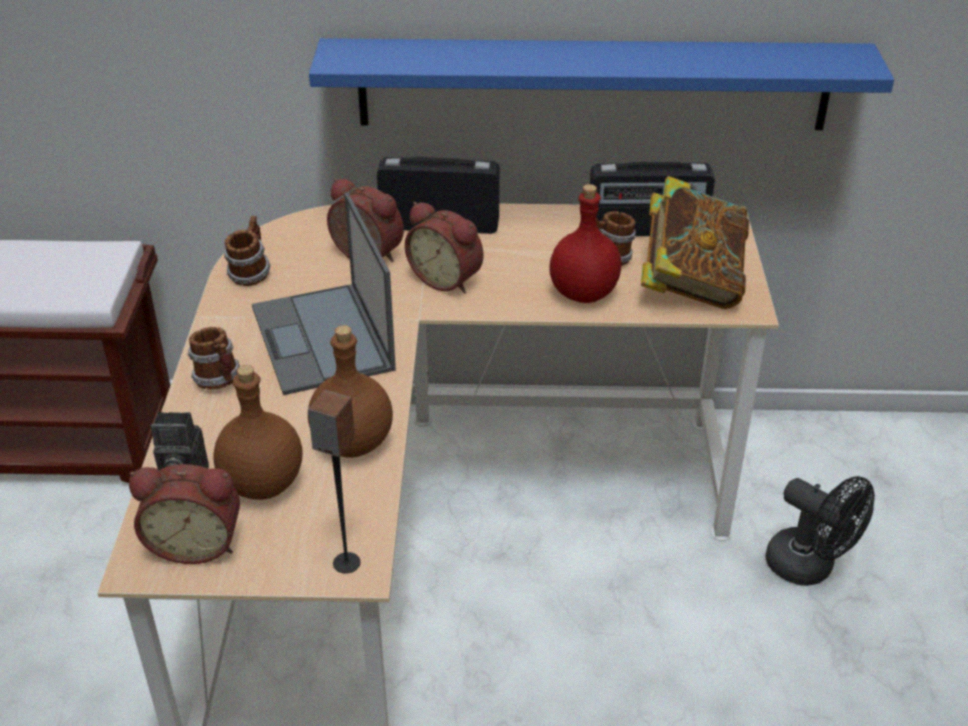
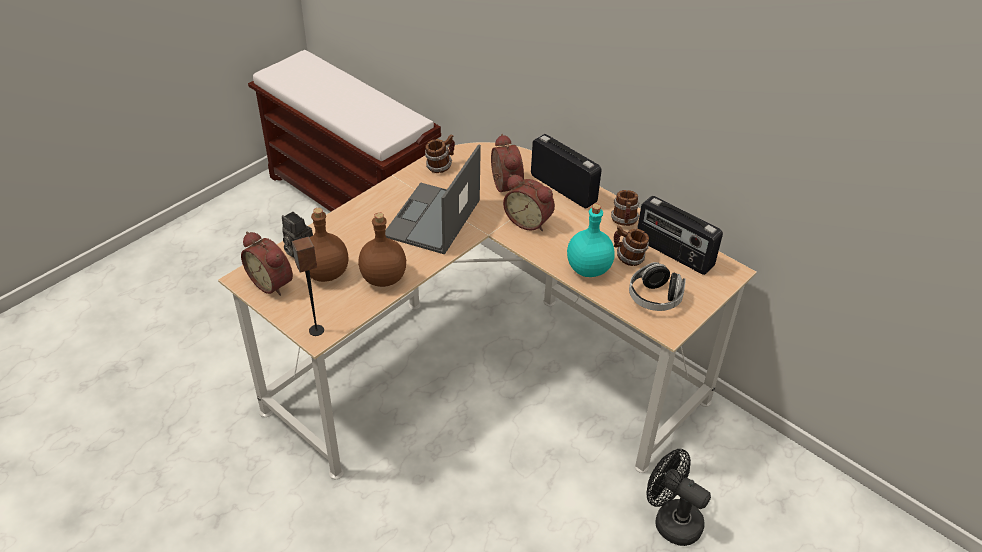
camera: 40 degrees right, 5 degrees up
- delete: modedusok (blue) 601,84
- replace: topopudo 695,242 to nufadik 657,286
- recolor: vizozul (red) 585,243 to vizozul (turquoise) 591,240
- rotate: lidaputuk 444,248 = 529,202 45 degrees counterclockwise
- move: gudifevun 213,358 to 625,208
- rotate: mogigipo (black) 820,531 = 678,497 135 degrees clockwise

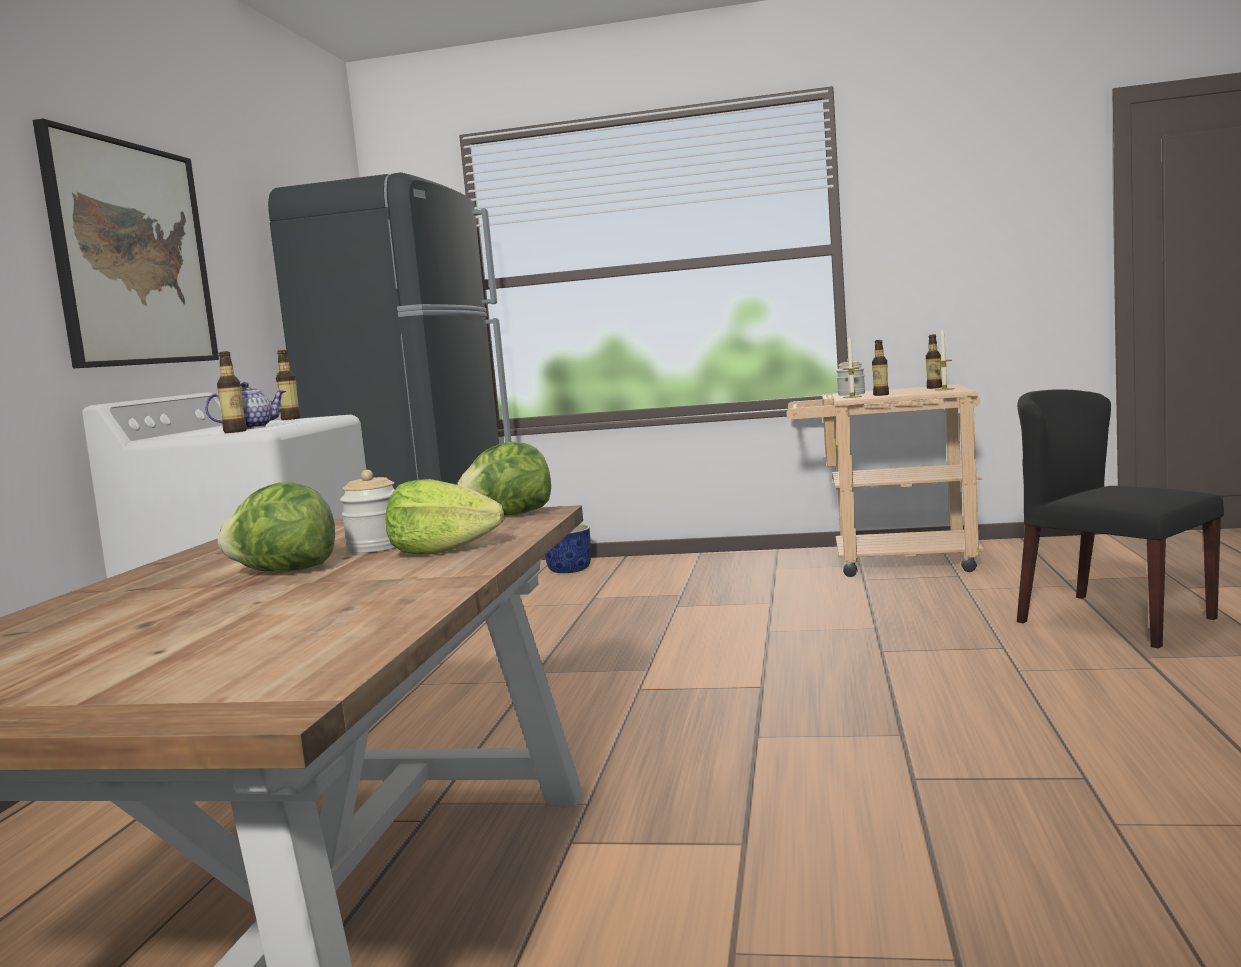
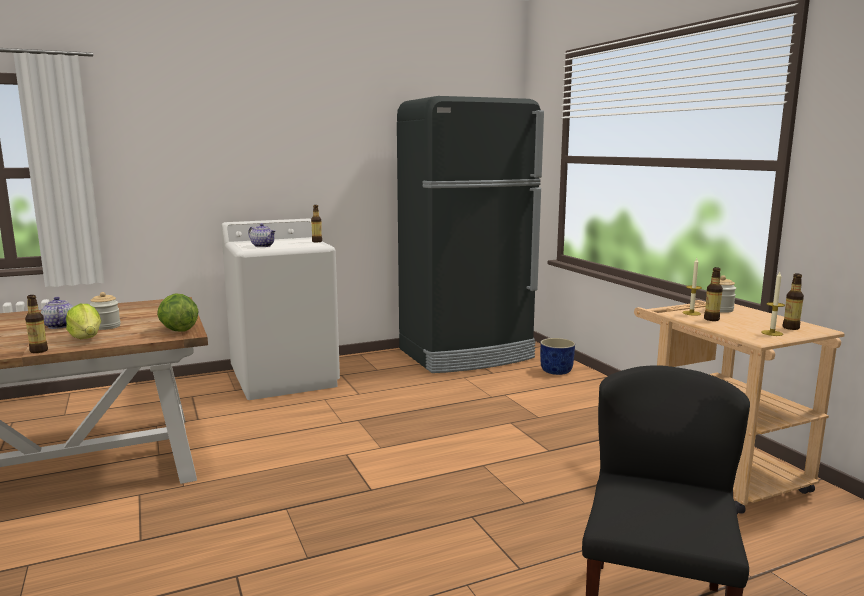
camera: 55 degrees right, 5 degrees up
- delete: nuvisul 126,244
- move: vizozul 232,392 to 36,324
- replace: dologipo 276,527 to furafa 57,313

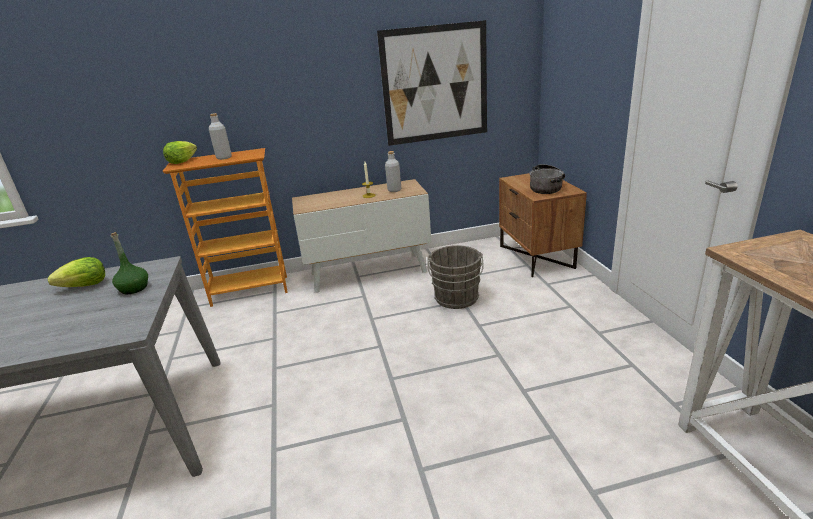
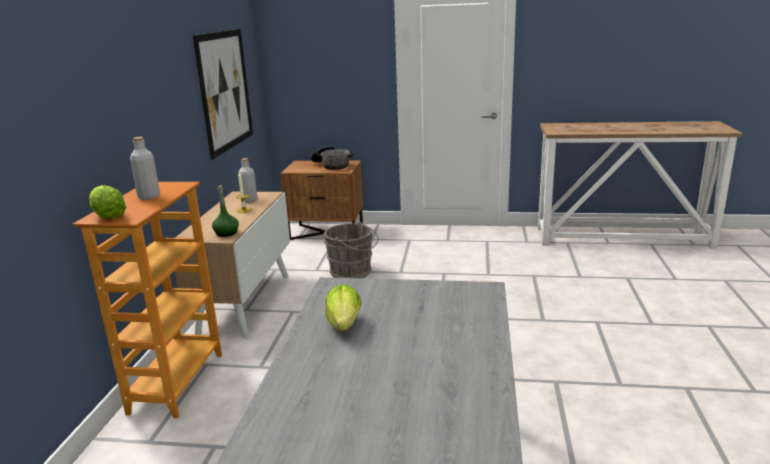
camera: 70 degrees left, 5 degrees down
- move: vizozul (green) 129,263 to 225,211

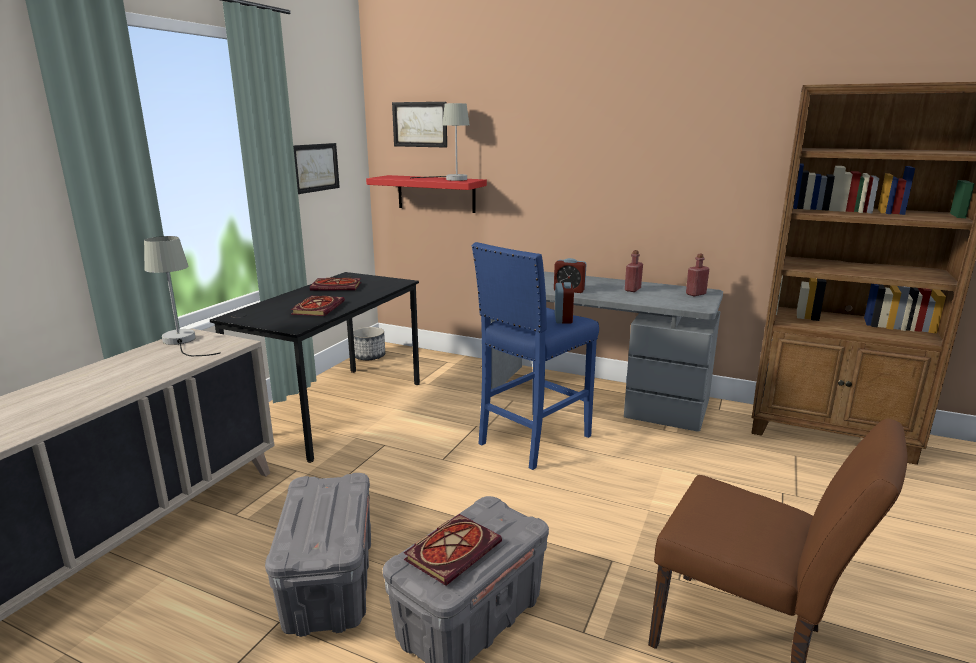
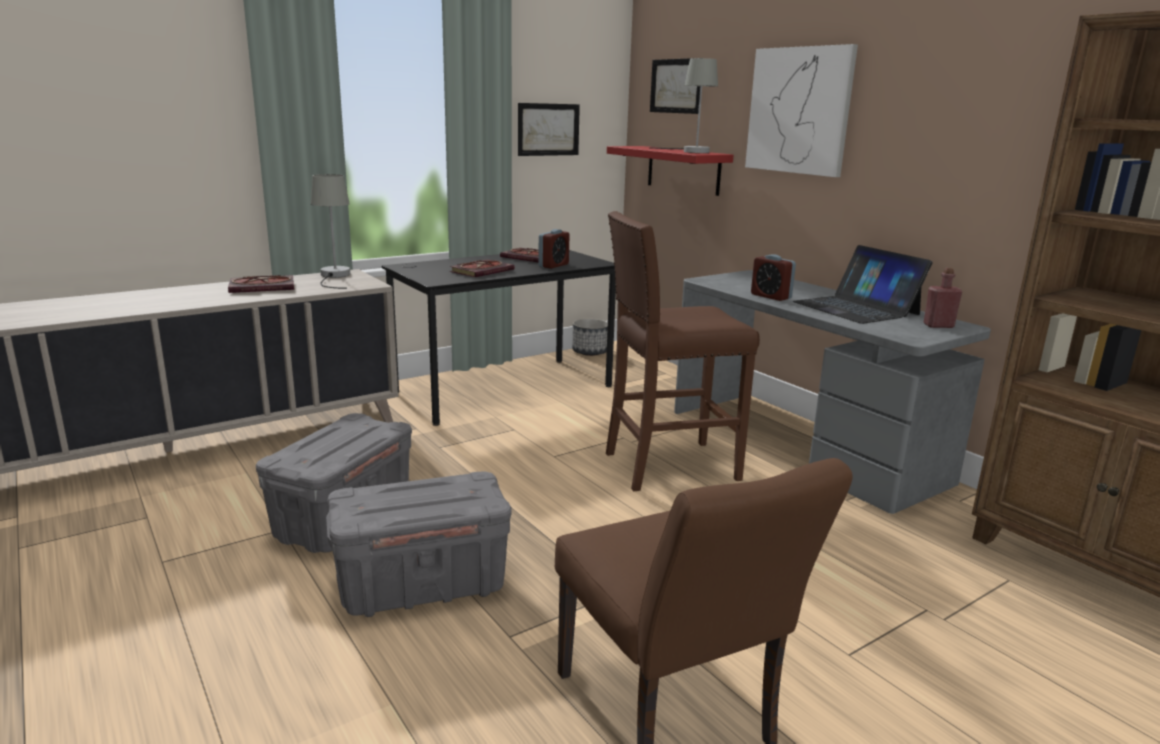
camera: 30 degrees right, 0 degrees up
- recolor: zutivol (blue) 535,356 to zutivol (brown) 683,351
- replace: vizozul (red) 634,271 to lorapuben 863,284
- move: lidaputuk 564,303 to 554,249
- move: topopudo 453,550 to 261,284
- insert: nuvisul 801,110

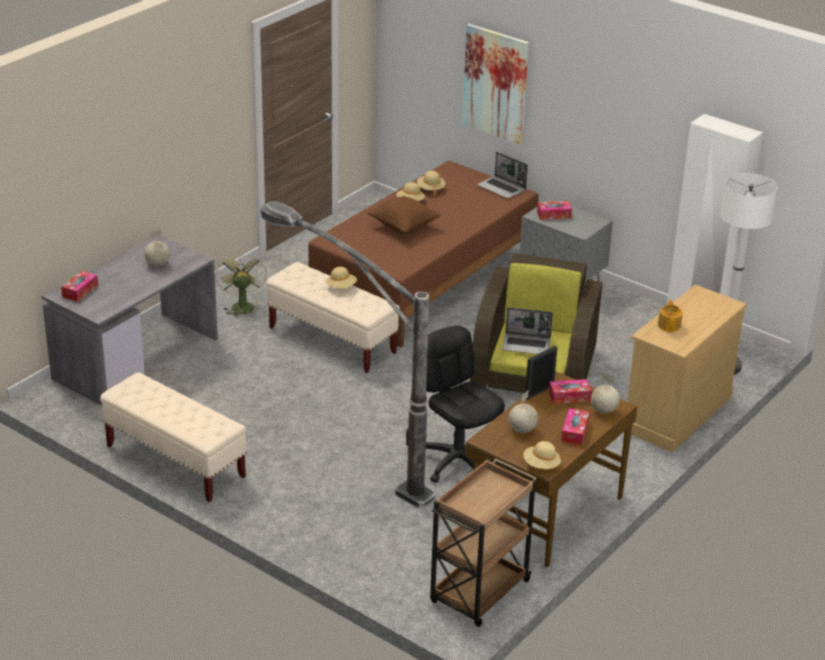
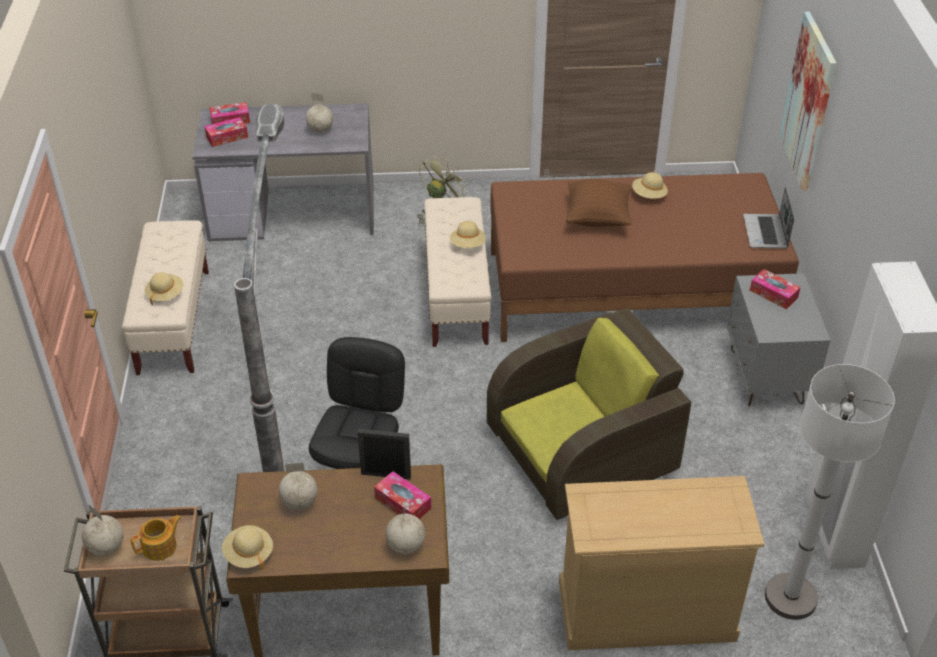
camera: 50 degrees right, 10 degrees up
- move: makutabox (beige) 431,183 to 164,288
- move: furafa 670,316 to 155,538
- delete: lorapuben 527,330
- move: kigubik 575,426 to 226,132
- insert: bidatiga 103,530

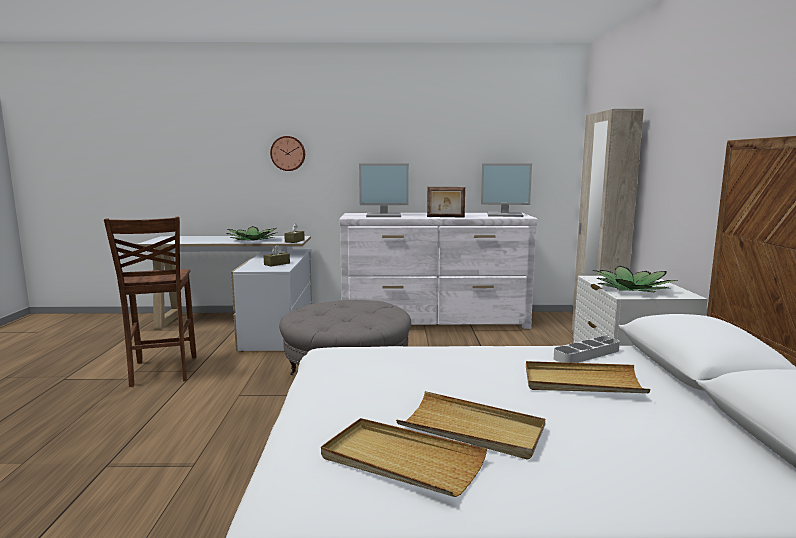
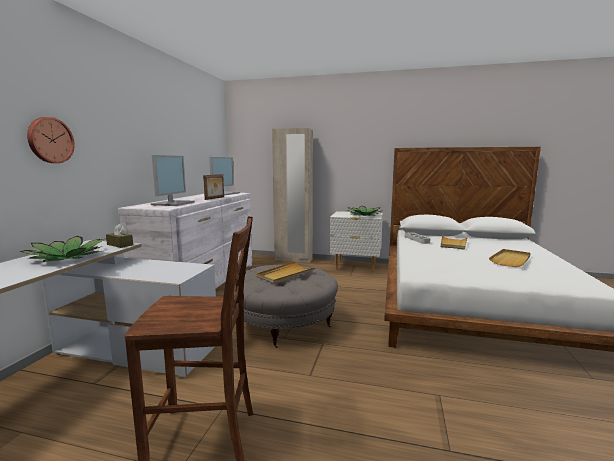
camera: 75 degrees left, 0 degrees up
- delete: kigubik (brown) 276,256
- move: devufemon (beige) 404,457 to 286,272

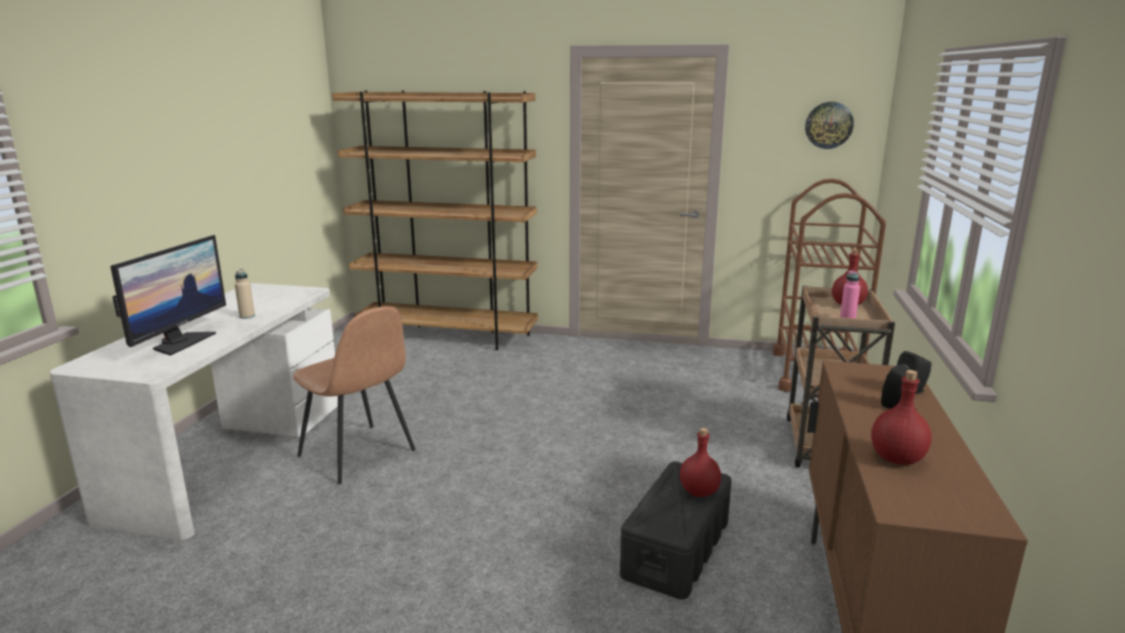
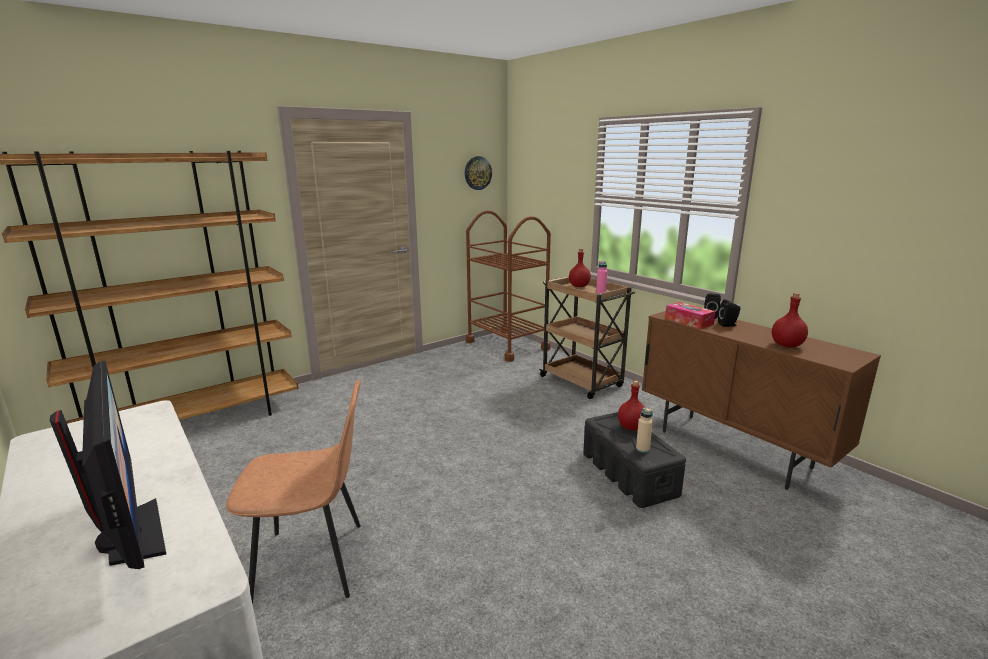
camera: 50 degrees left, 0 degrees up
- move: vizozul (beige) 245,294 to 644,430
- insert: kigubik 690,315

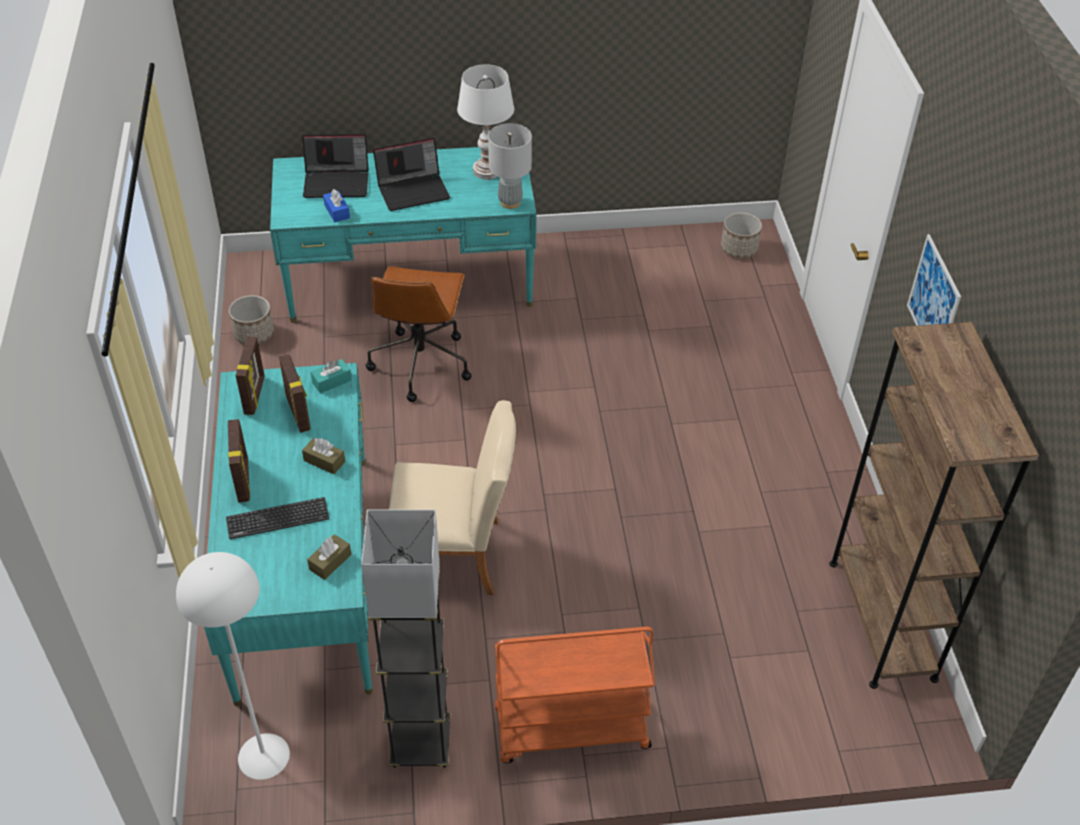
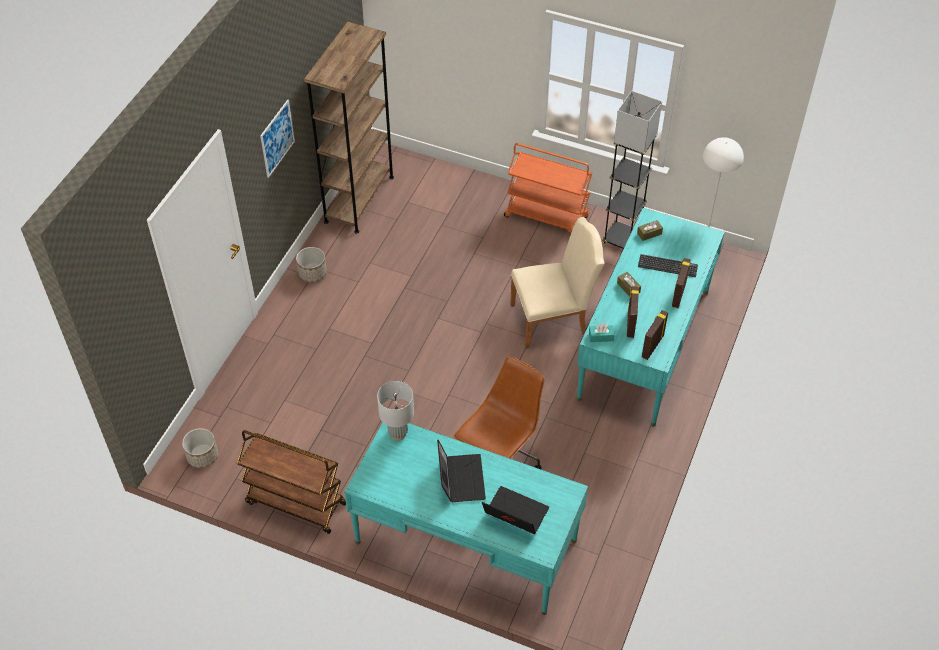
camera: 150 degrees left, 5 degrees up
- delete: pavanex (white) 485,122
- rotate: lorapuben 411,174 = 461,471 75 degrees clockwise
- delete: kigubik (blue) 336,205
- move: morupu 251,319 to 311,265
- rotate: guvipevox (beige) 452,497 = 557,283 135 degrees clockwise
- insert: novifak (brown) 291,482

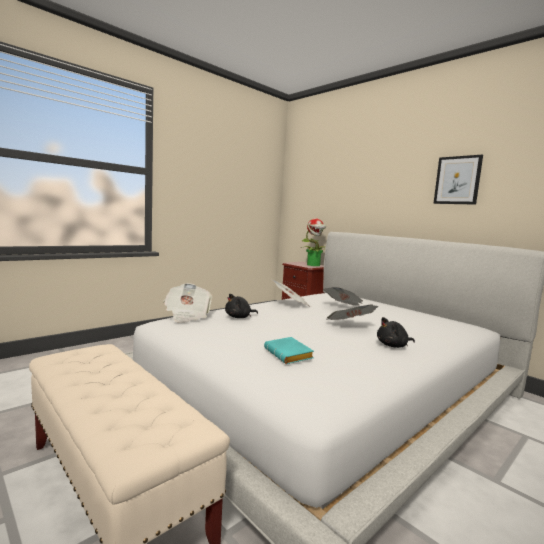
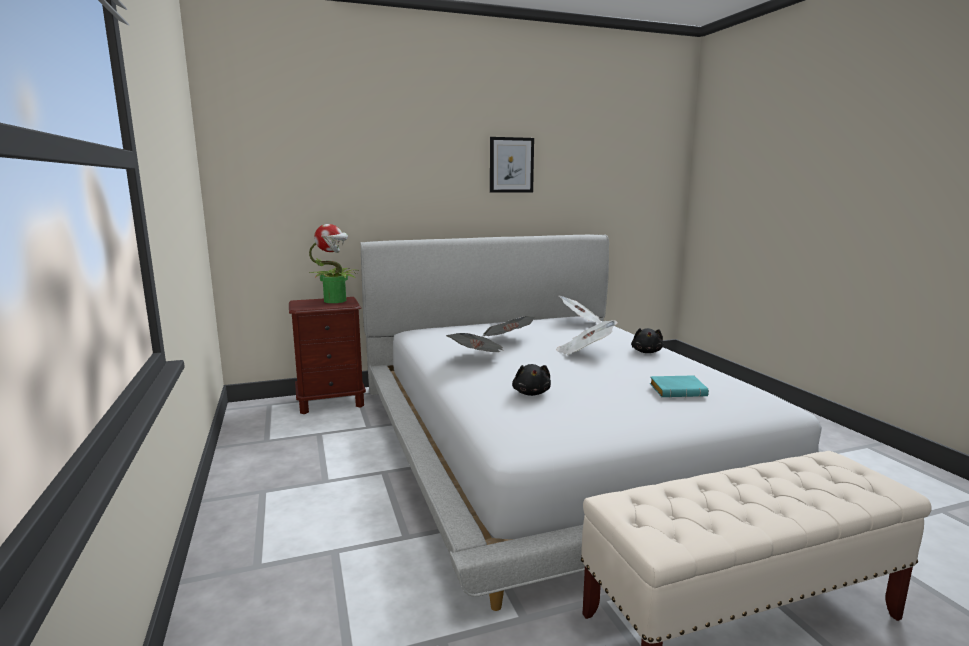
camera: 65 degrees left, 5 degrees up
- move: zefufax 188,303 to 579,309

